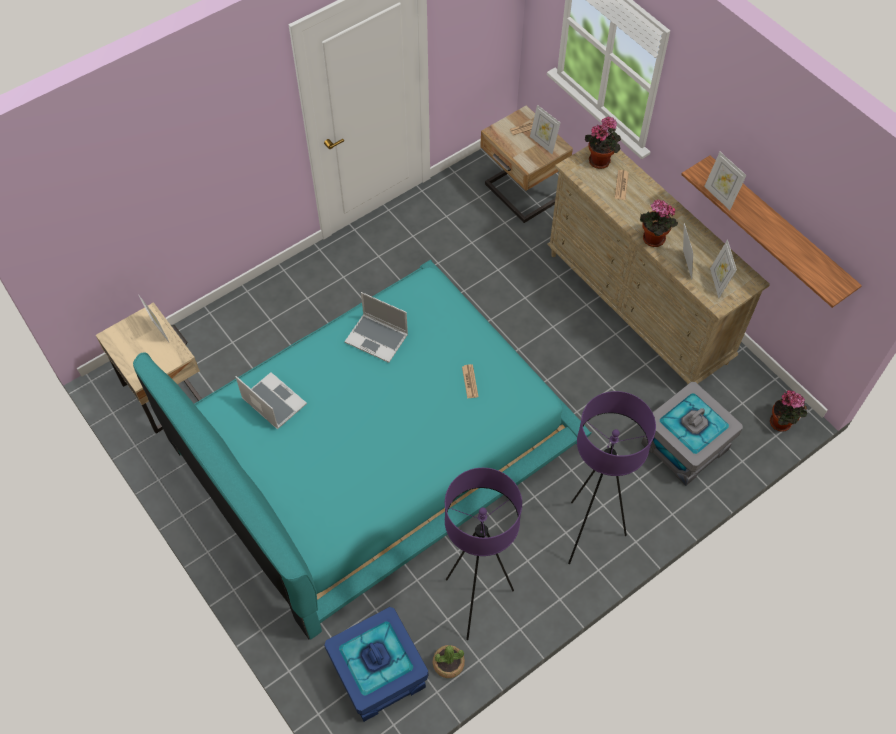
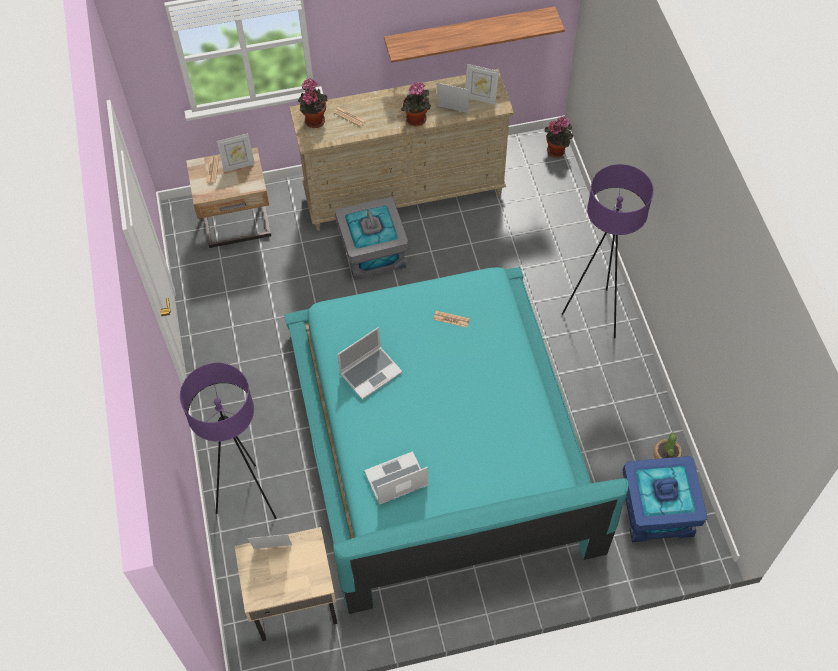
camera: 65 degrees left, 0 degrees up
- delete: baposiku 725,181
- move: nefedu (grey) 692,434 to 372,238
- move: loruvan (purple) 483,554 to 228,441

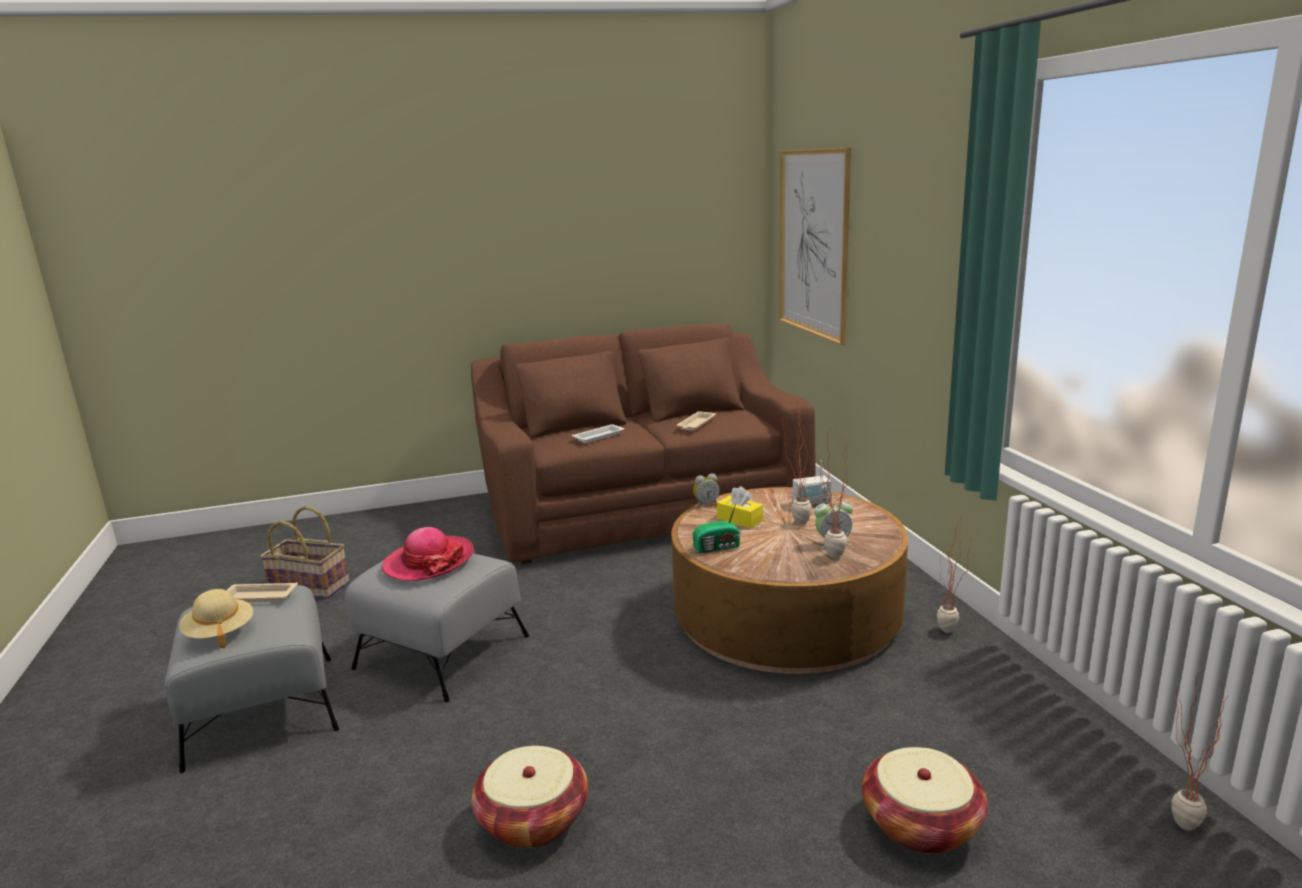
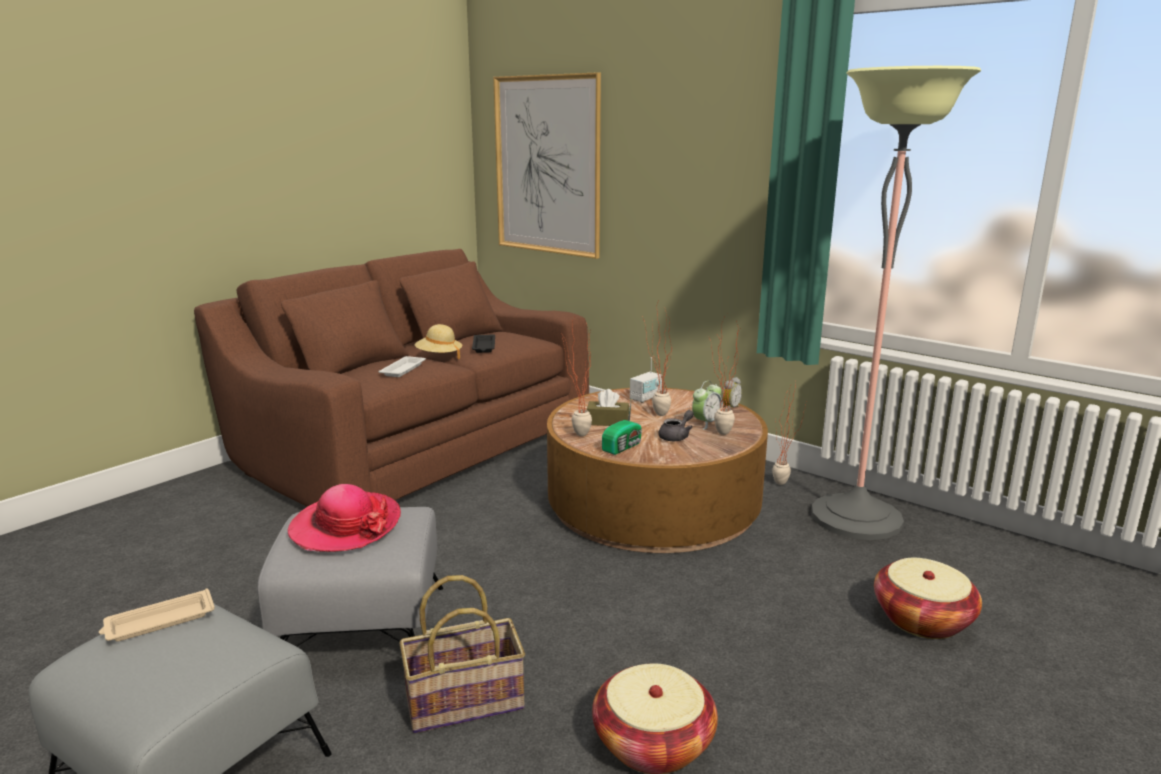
camera: 35 degrees left, 0 degrees up
- recolor: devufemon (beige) 696,421 to devufemon (black) 483,344
- move: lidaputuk 706,490 to 732,393
- recolor: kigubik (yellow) 740,507 to kigubik (brown) 608,407
- move: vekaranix 305,552 to 462,654
- move: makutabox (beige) 216,618 to 438,341
- move: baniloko 1199,750 to 577,377
- insert: loruvan 896,303
- insert: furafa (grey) 676,425

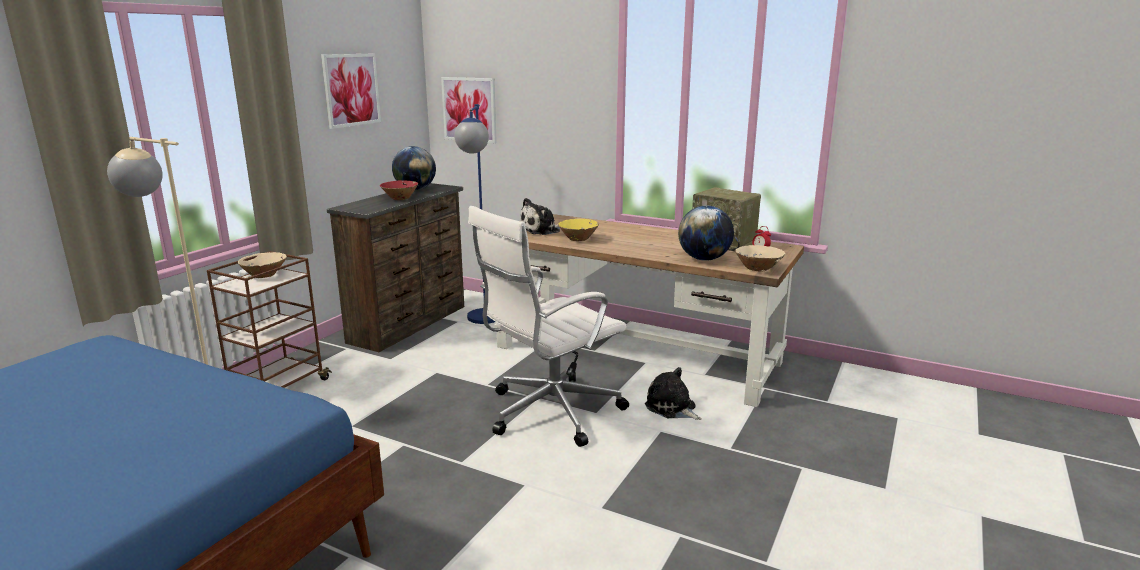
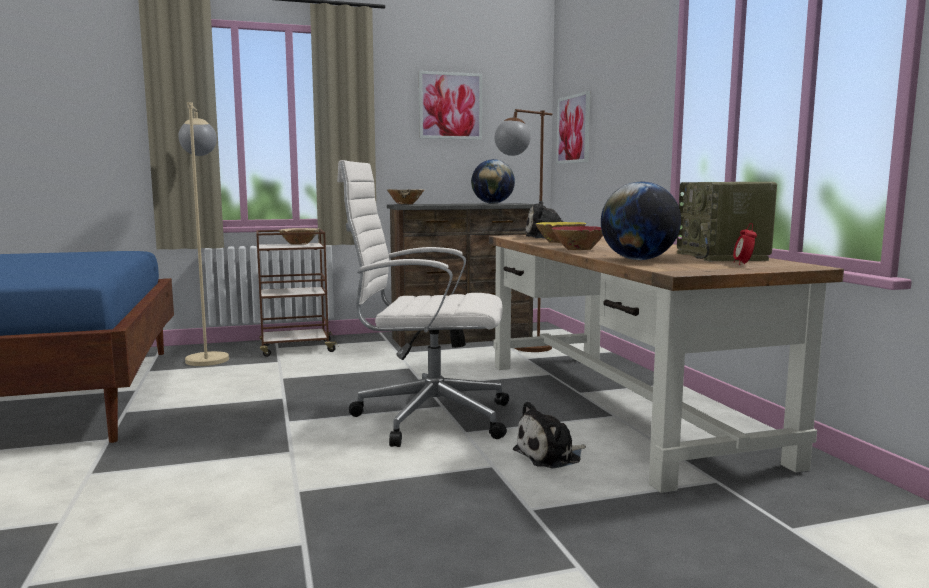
camera: 45 degrees right, 10 degrees down
- recolor: loruvan (blue) 474,214 to loruvan (brown) 524,230
- move: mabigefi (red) 399,190 to 577,238
- move: mabigefi (beige) 760,258 to 405,196
- rotate: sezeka 673,393 = 549,434 120 degrees counterclockwise

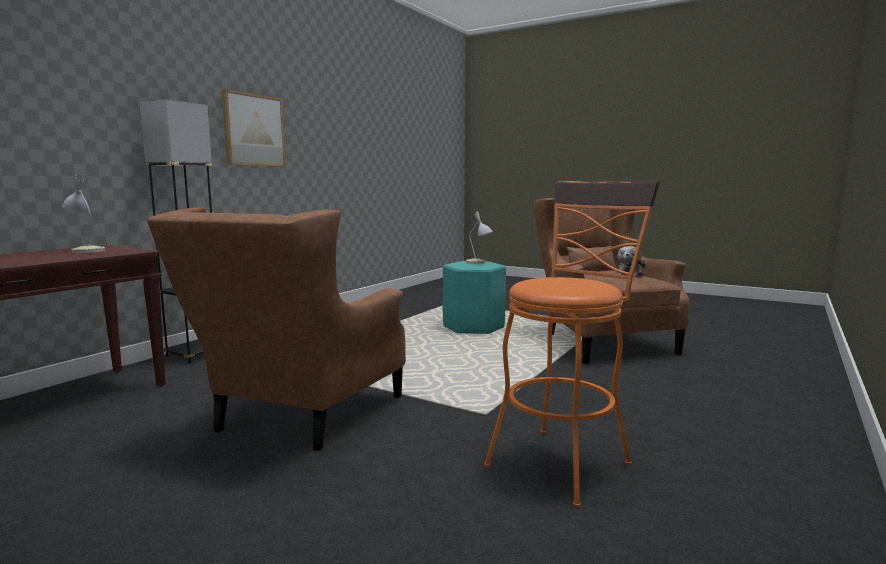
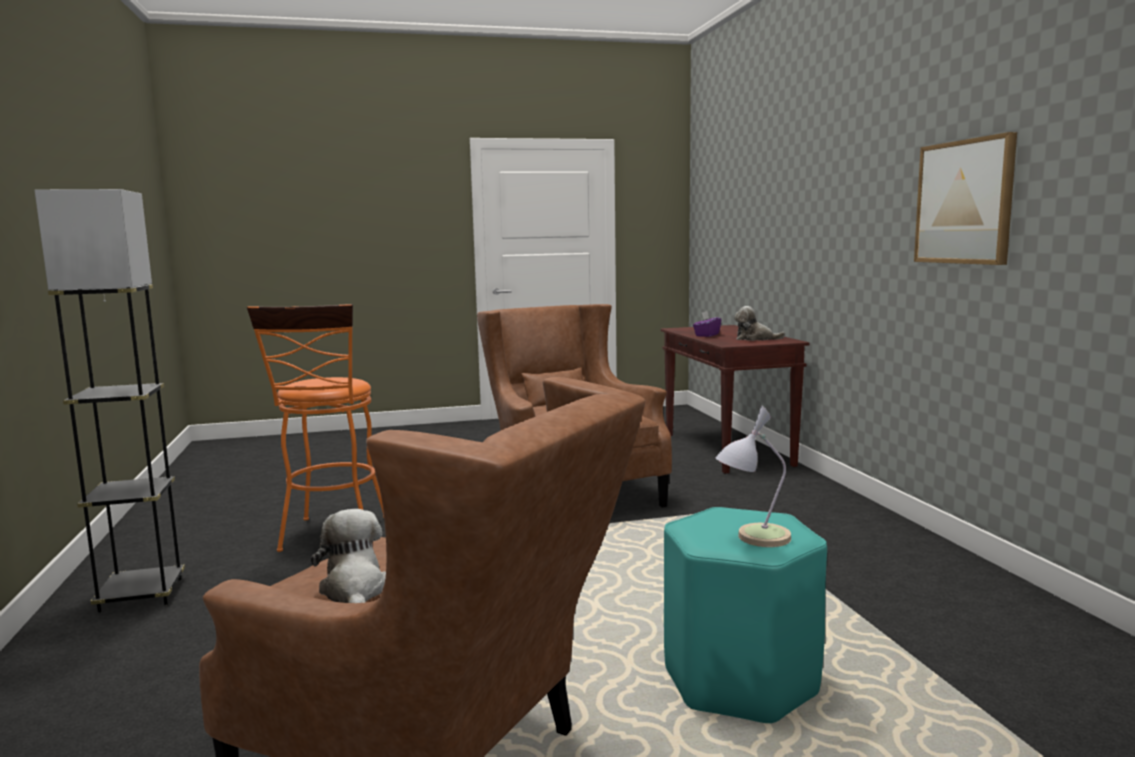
camera: 135 degrees right, 0 degrees up
- move: loruvan (grey) 175,232 to 109,401
- replace: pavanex 84,213 to sezeka 759,323
- insert: kigubik (purple) 707,324

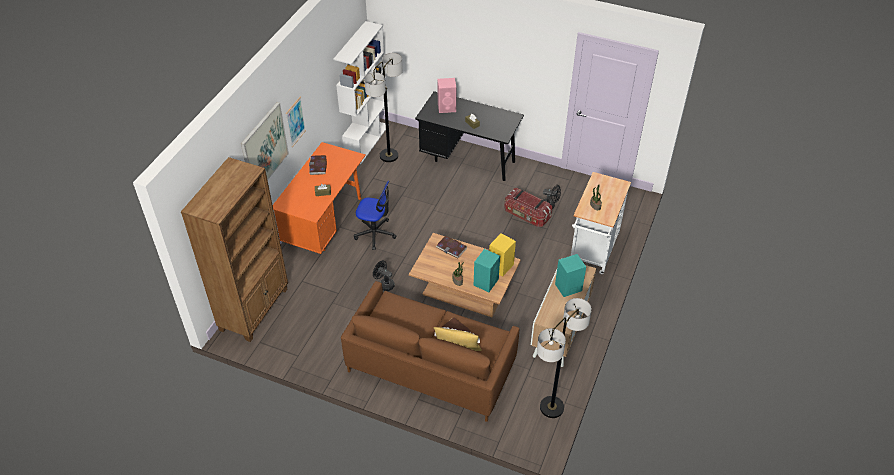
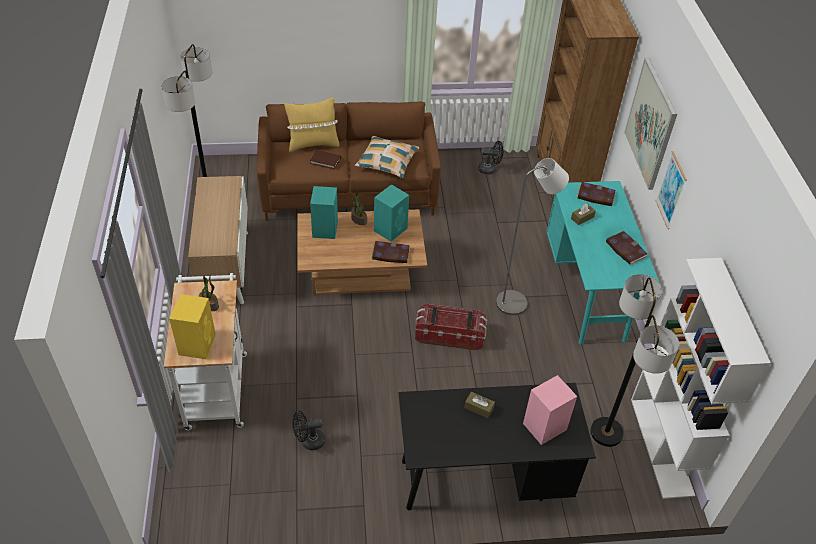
camera: 150 degrees right, 0 degrees up
- recolor: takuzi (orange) 319,198 to takuzi (turquoise) 603,263
- replace: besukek 375,215 to loruvan (grey) 532,236
- move: nefedu 528,207 to 451,327
- move: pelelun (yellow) 502,255 to 192,326
- move: pelelun (turquoise) 570,275 to 391,213
- move: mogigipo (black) 384,275 to 490,157
- insert: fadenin 387,157
- insert: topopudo 596,194

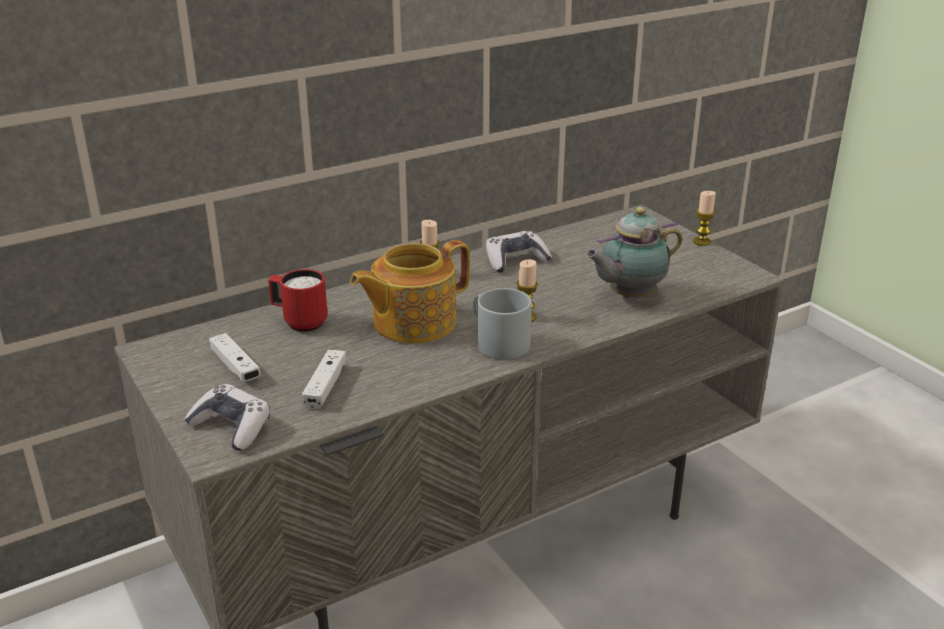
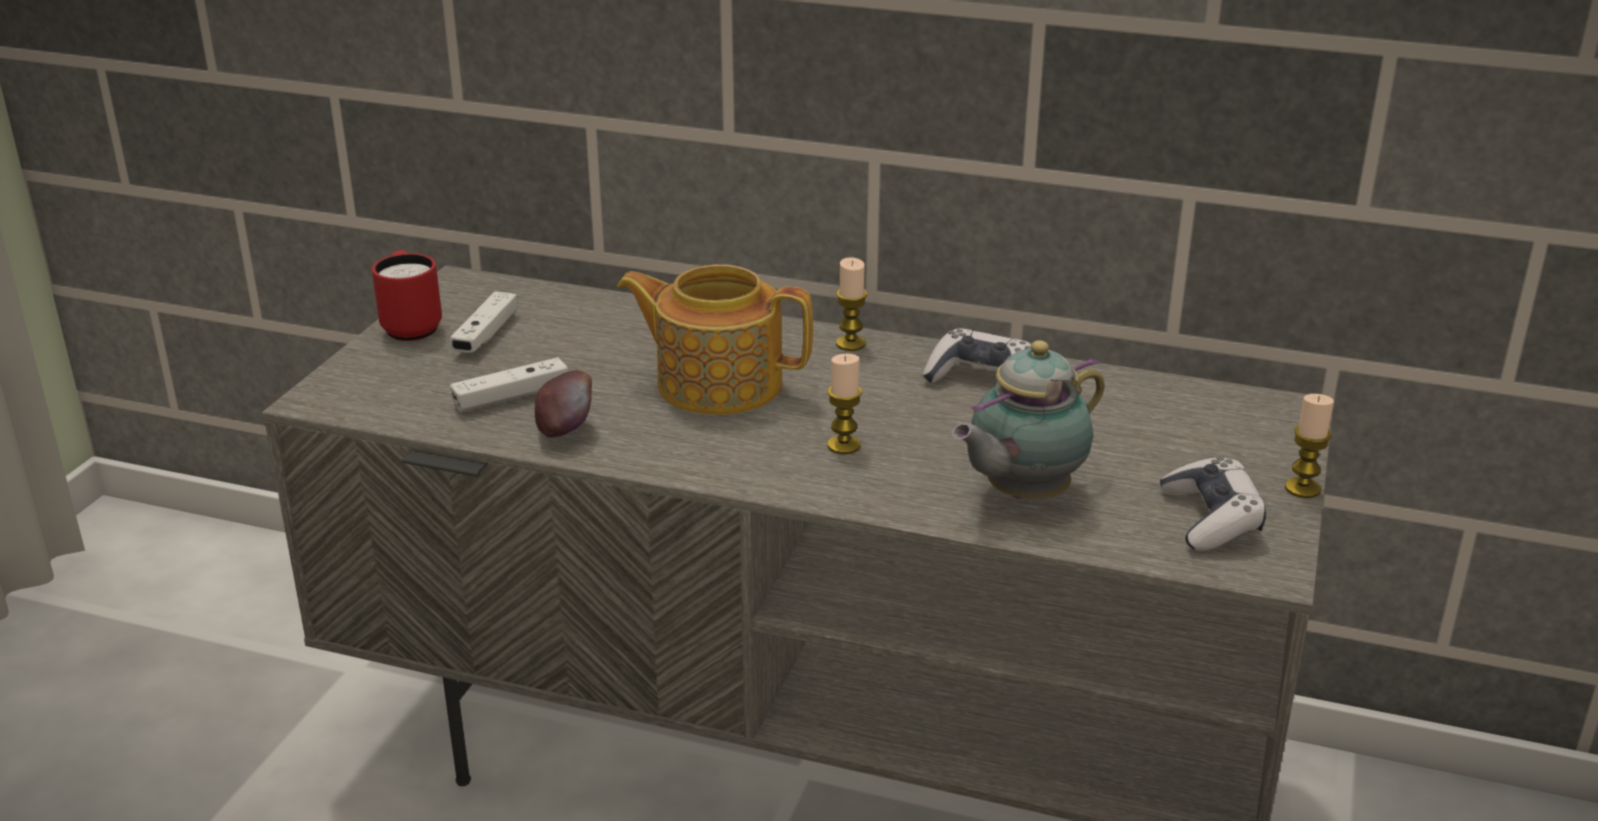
camera: 50 degrees right, 0 degrees up
- rotate: furafa 633,252 = 1028,419 60 degrees counterclockwise
- move: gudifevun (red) 297,300 to 407,295
- delete: gudifevun (grey) 502,324
- move: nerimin 227,417 to 1213,503
- insert: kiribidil 563,404

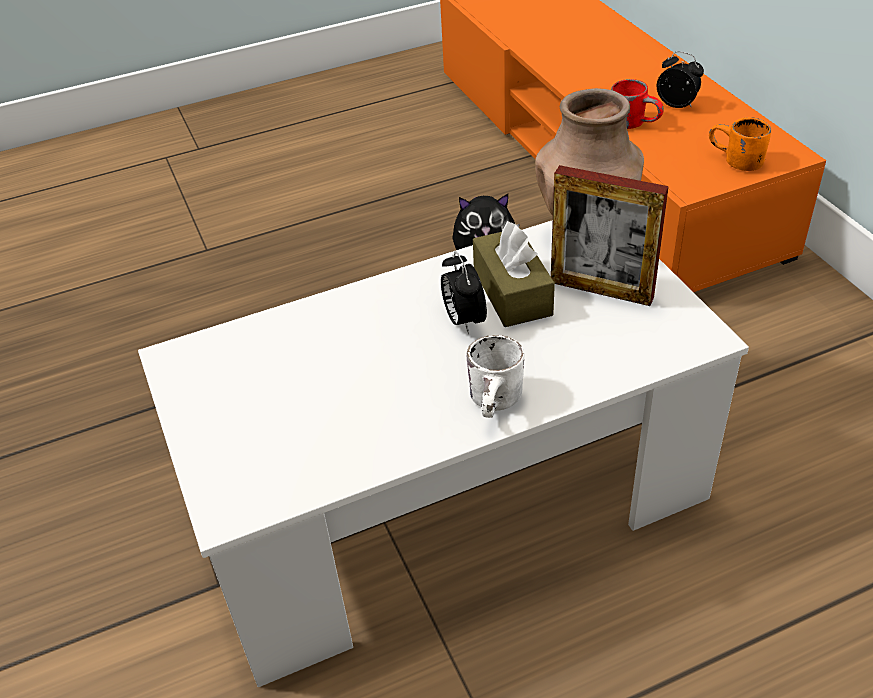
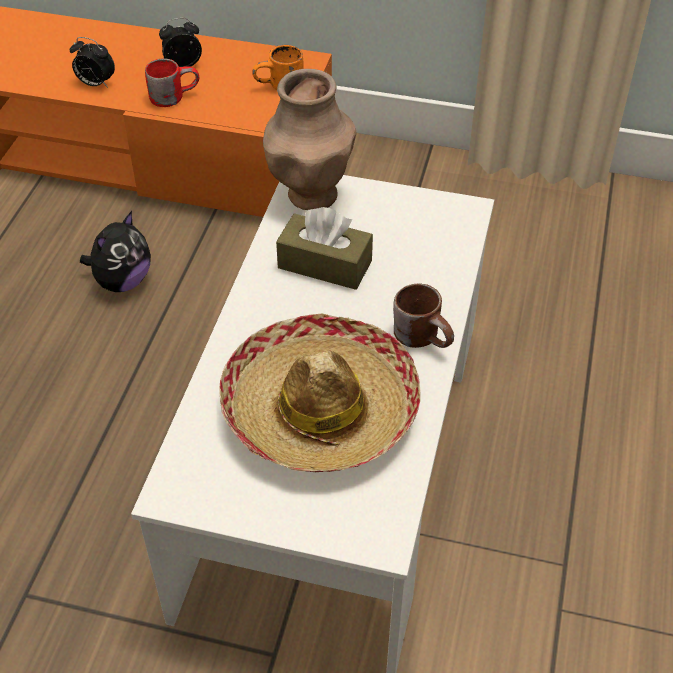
camera: 55 degrees left, 5 degrees up
- delete: baposiku 610,235
- move: lidaputuk 464,292 to 92,62
- recolor: gudifevun (white) 495,376 to gudifevun (brown) 423,315
- insert: makutabox 320,393

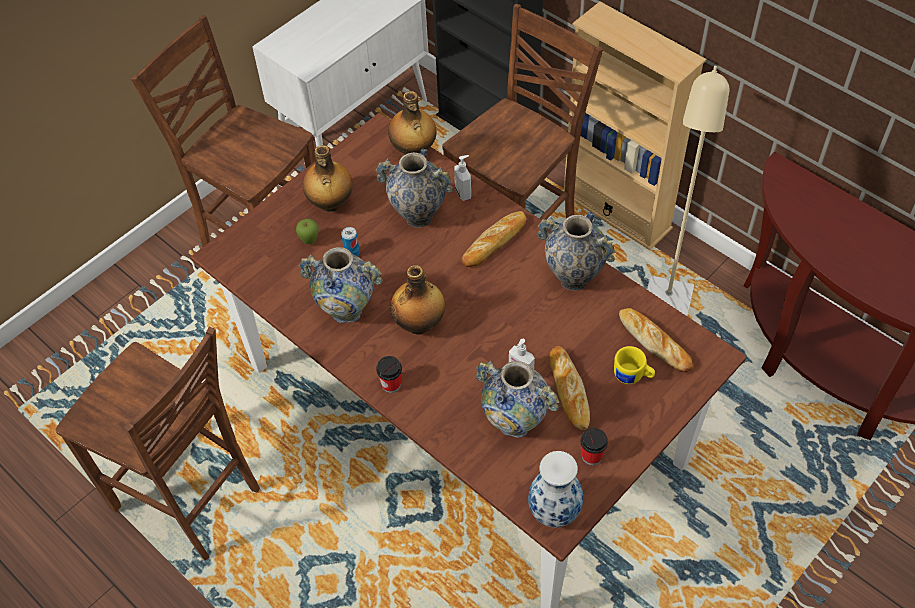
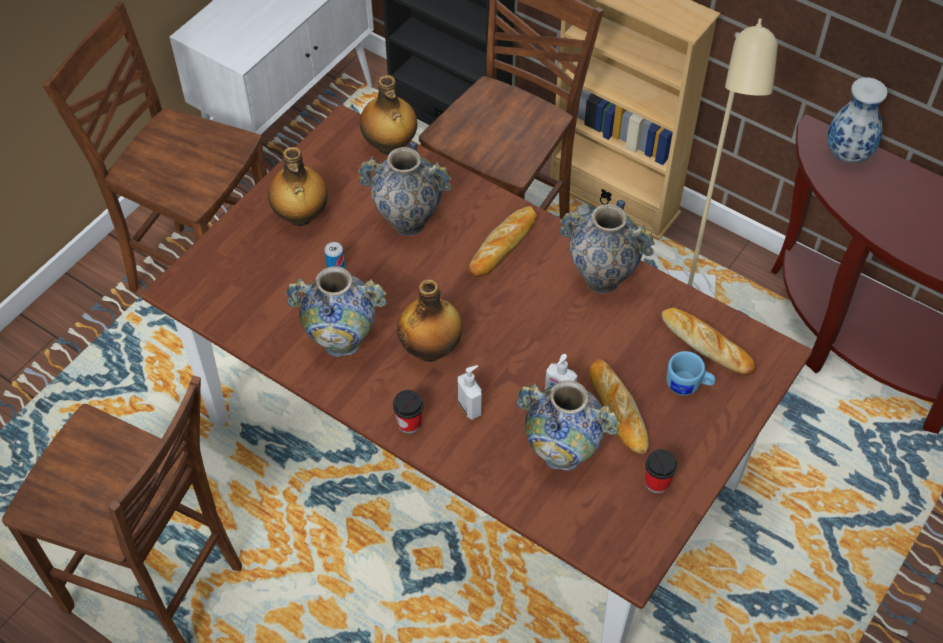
camera: 10 degrees left, 0 degrees up
- move: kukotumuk 462,178 to 469,392
- delete: kiribidil 307,231
- recolor: gudifevun (yellow) 634,365 to gudifevun (blue) 690,373
- move: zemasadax 555,489 to 857,120

